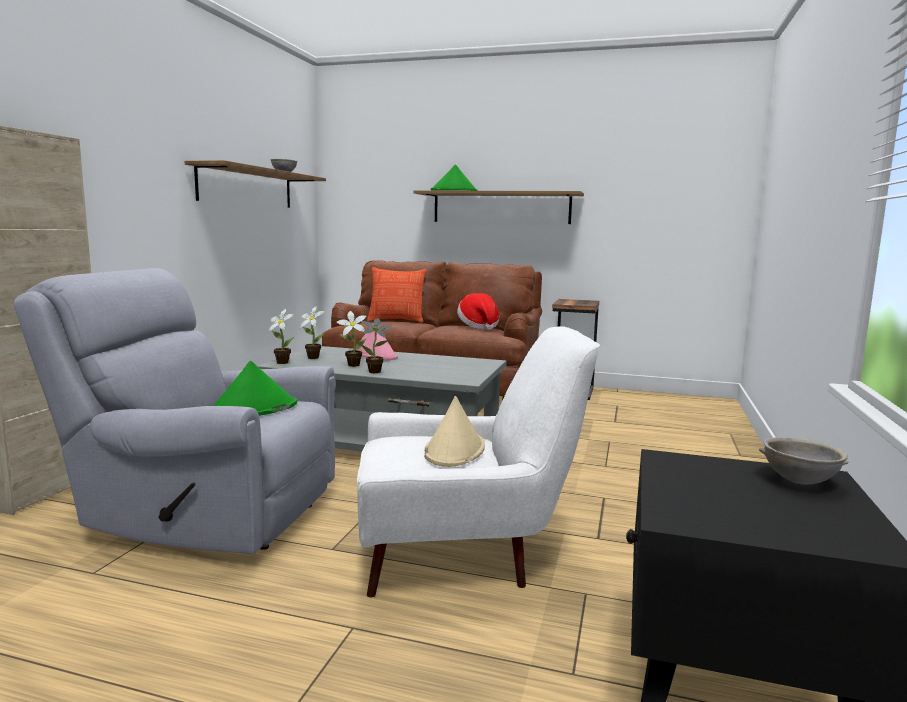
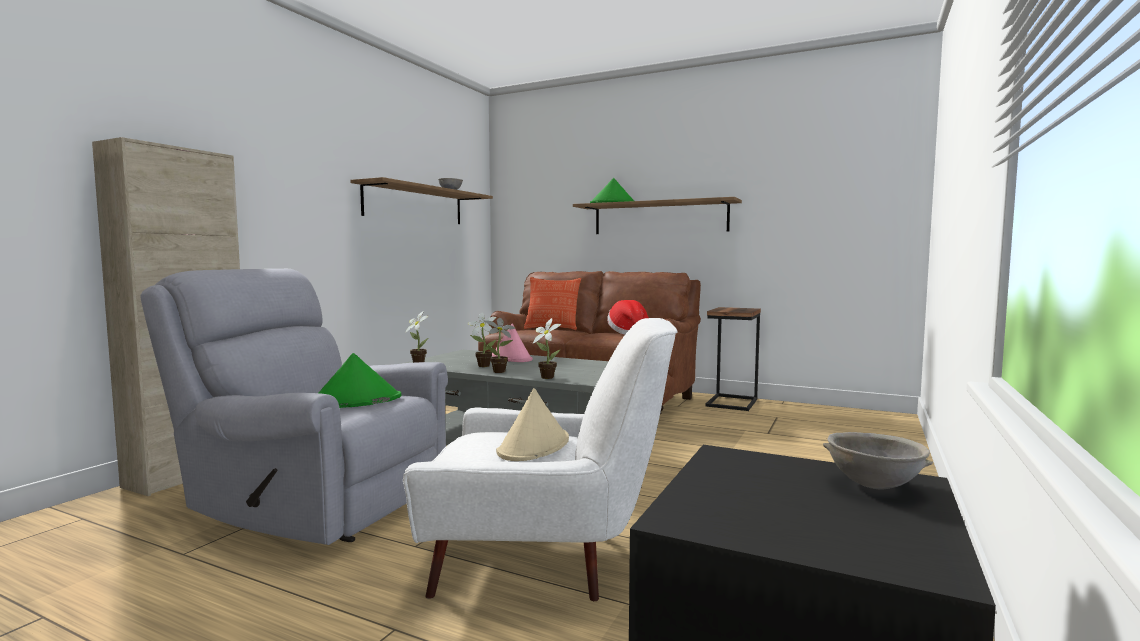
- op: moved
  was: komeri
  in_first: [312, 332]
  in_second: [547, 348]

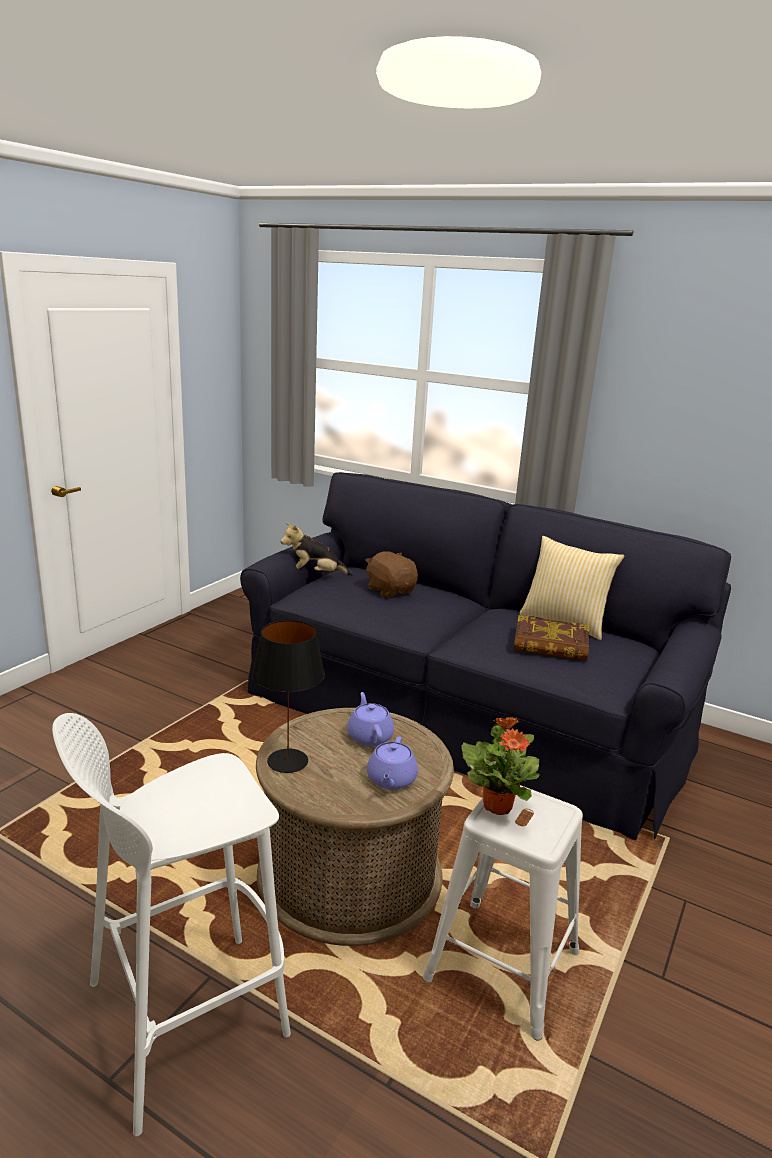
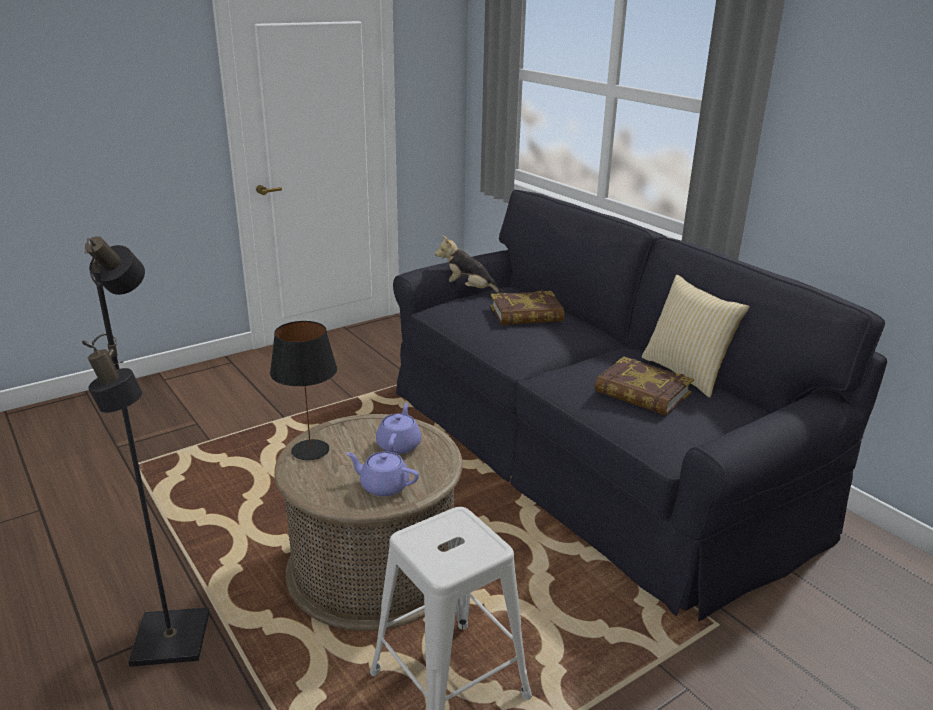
- op: removed
  was: komeri
  in_first: [500, 766]
- op: replaced
  was: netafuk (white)
  now: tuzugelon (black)
  in_first: [171, 924]
  in_second: [145, 451]
- op: replaced
  was: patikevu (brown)
  now: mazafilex
  in_first: [391, 574]
  in_second: [527, 308]
- op: turned
  was: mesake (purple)
  in_first: [392, 763]
  in_second: [382, 473]
  clockwise: 75

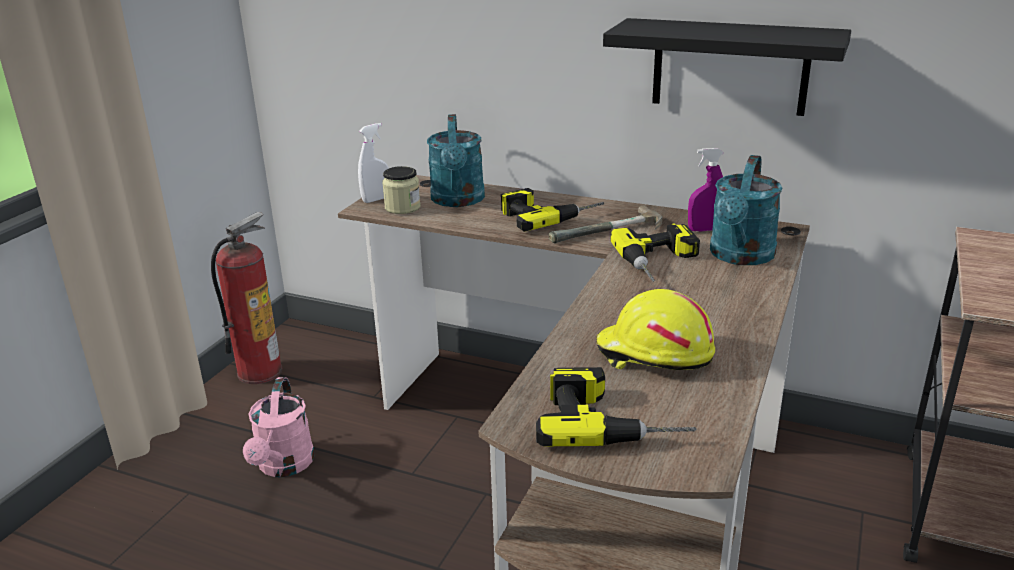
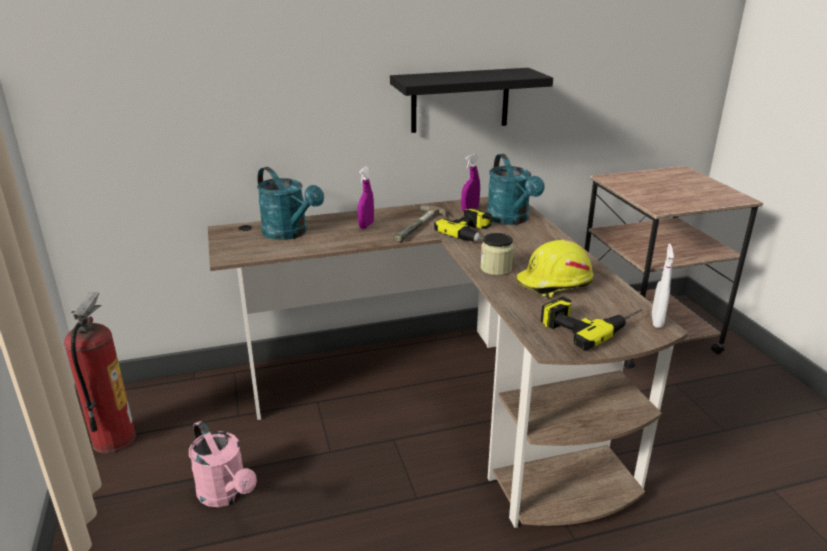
- op: moved
  was: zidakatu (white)
  in_first: [373, 163]
  in_second: [663, 286]
- op: moved
  was: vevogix
  in_first: [401, 190]
  in_second: [497, 254]
- op: replaced
  was: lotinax
  now: zidakatu (purple)
  in_first: [552, 210]
  in_second: [366, 198]

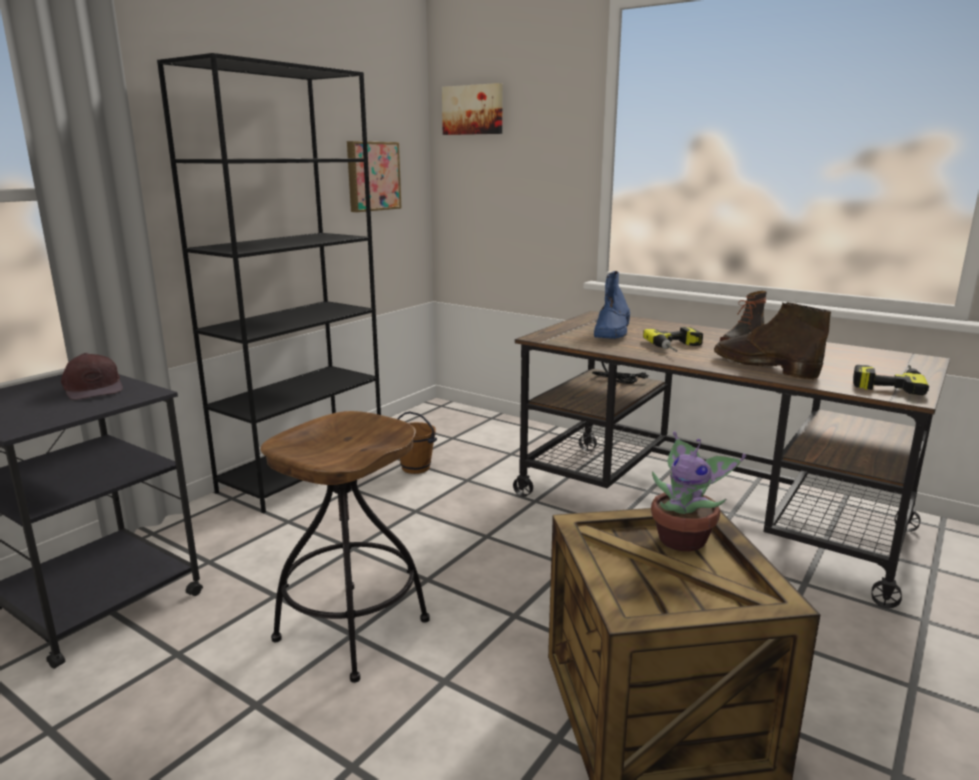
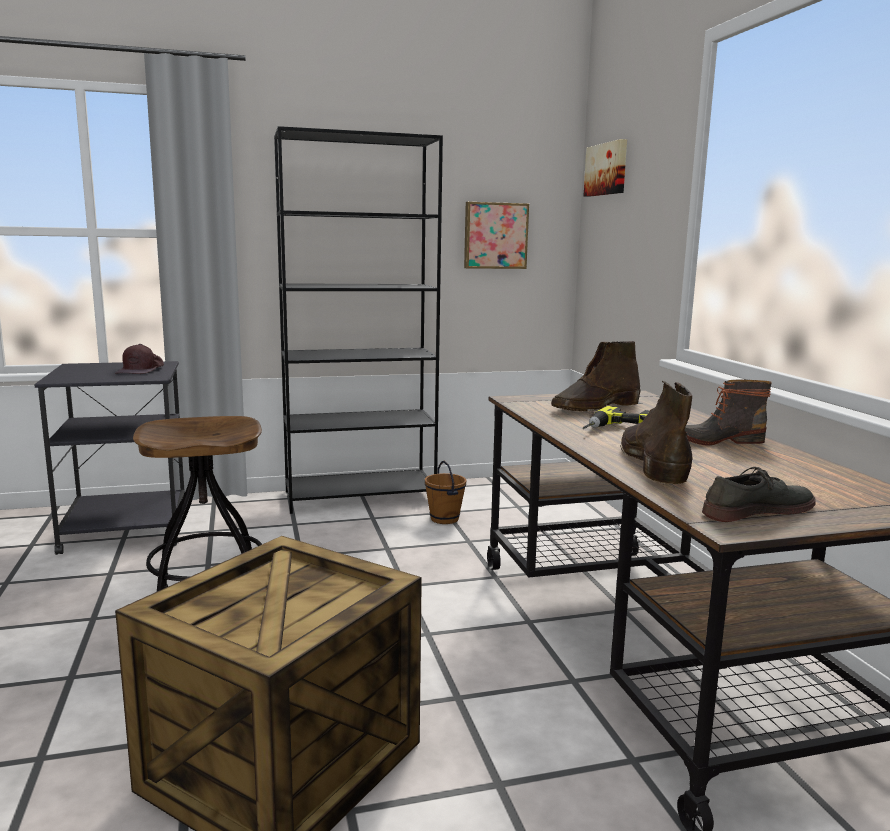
- op: removed
  was: komeri
  in_first: [698, 491]
- op: replaced
  was: lotinax
  now: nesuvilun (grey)
  in_first: [891, 380]
  in_second: [759, 494]
- op: recoloured
  was: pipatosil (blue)
  now: pipatosil (brown)
  in_first: [612, 305]
  in_second: [596, 376]

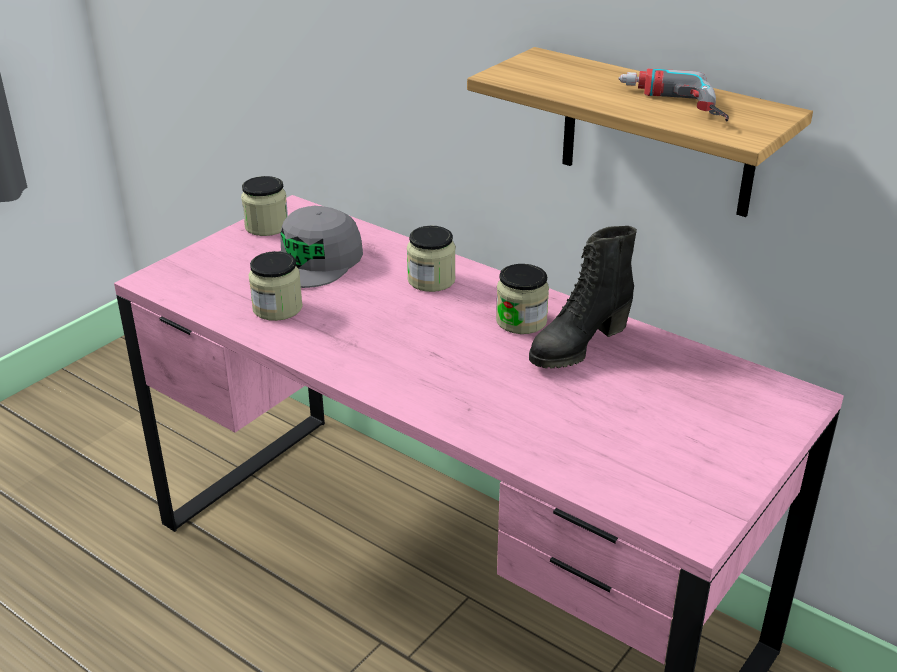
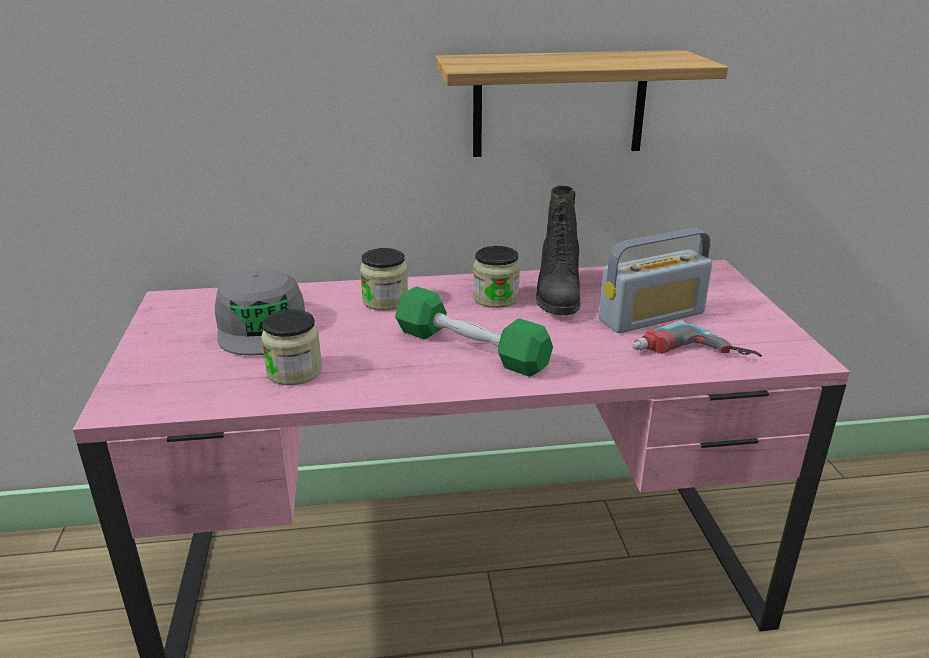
- op: removed
  was: vevogix
  in_first: [264, 206]
- op: added
  now: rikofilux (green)
  in_second: [474, 331]
- op: added
  now: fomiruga
  in_second: [655, 280]
- op: moved
  was: lotinax
  in_first: [674, 95]
  in_second: [697, 338]

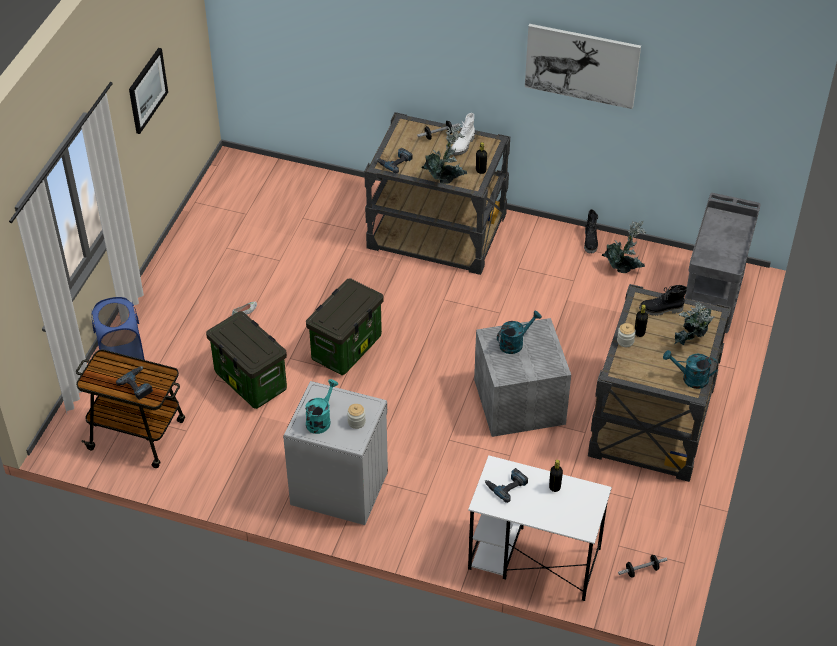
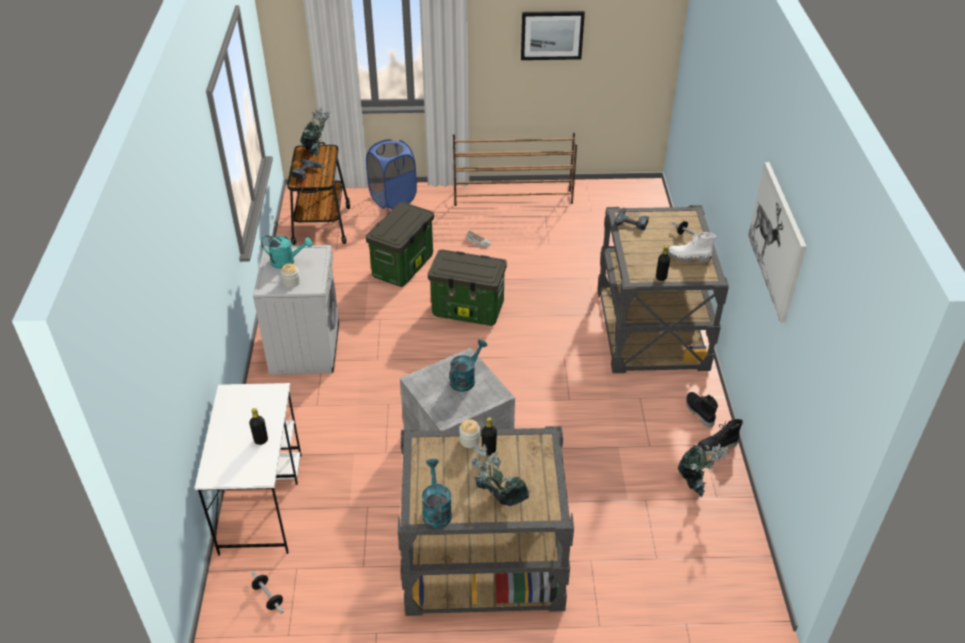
- op: removed
  was: lotinax
  in_first: [506, 485]
- op: removed
  was: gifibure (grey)
  in_first: [723, 263]
- op: added
  now: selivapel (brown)
  in_second: [515, 169]
- op: moved
  was: komeri
  in_first: [444, 154]
  in_second: [315, 132]
- op: moved
  was: pipatosil (black)
  in_first: [663, 300]
  in_second: [702, 410]
- op: turned
  was: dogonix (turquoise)
  in_first: [519, 332]
  in_second: [468, 365]
  clockwise: -90

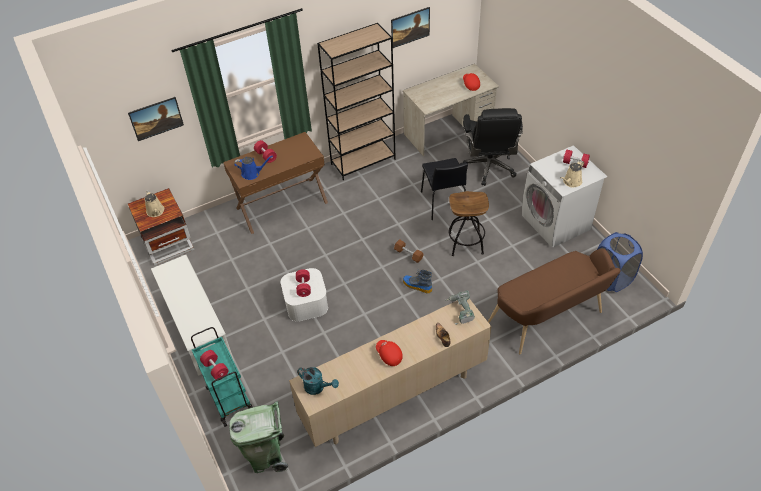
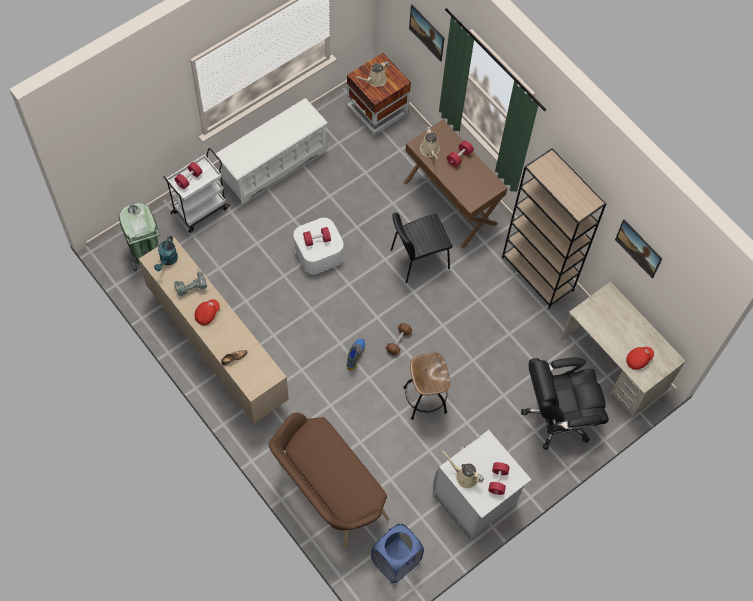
- op: moved
  was: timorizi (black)
  in_first: [444, 189]
  in_second: [421, 248]
- op: moved
  was: lotinax
  in_first: [461, 307]
  in_second: [190, 282]
- op: recoloured
  was: gifibure (turquoise)
  now: gifibure (white)
  in_first: [222, 377]
  in_second: [196, 190]
- op: recoloured
  was: dogonix (blue)
  now: dogonix (beige)
  in_first: [253, 167]
  in_second: [430, 143]

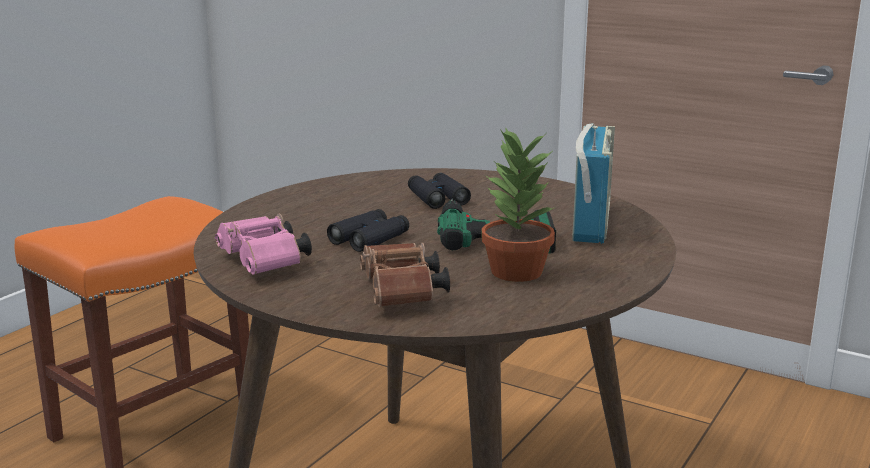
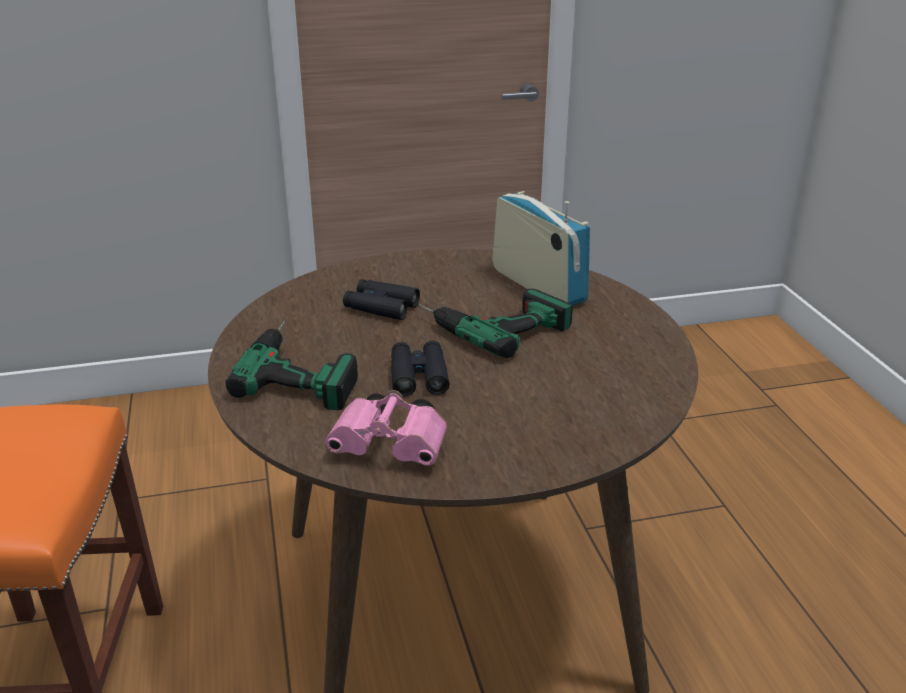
- op: removed
  was: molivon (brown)
  in_first: [405, 275]
- op: removed
  was: komeri
  in_first: [518, 204]
- op: added
  now: lotinax
  in_second: [292, 365]

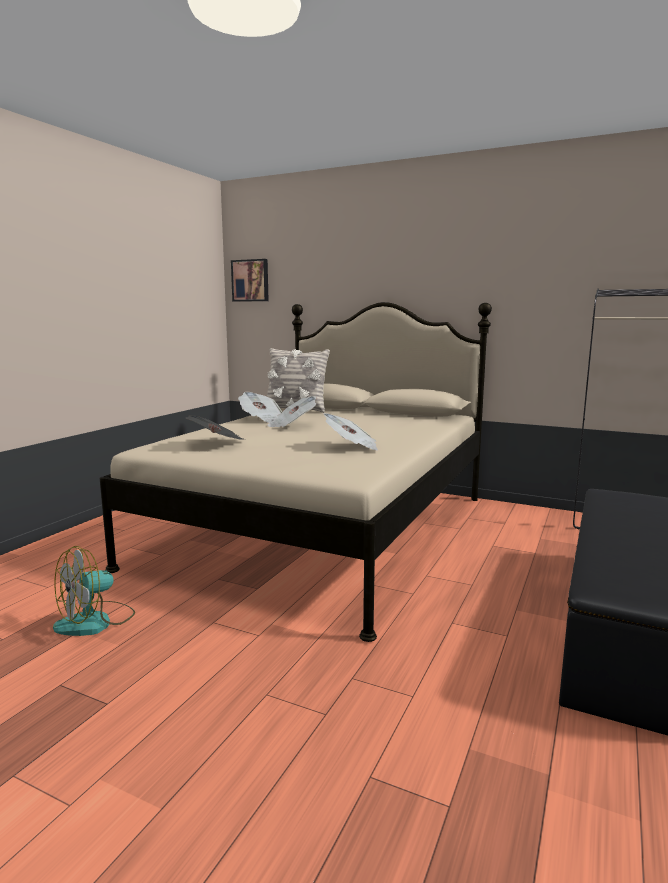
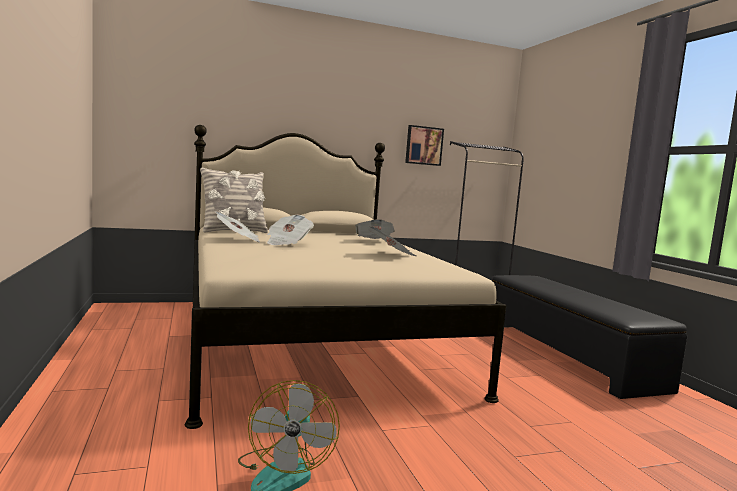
- op: moved
  was: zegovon
  in_first: [215, 427]
  in_second: [375, 229]
- op: moved
  was: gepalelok
  in_first: [250, 280]
  in_second: [424, 145]

